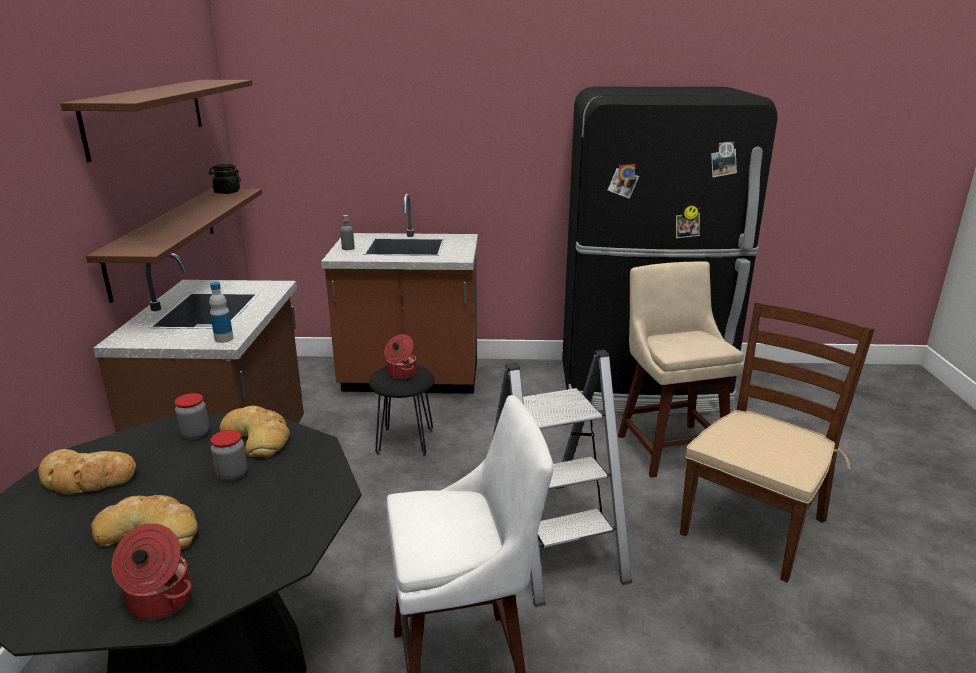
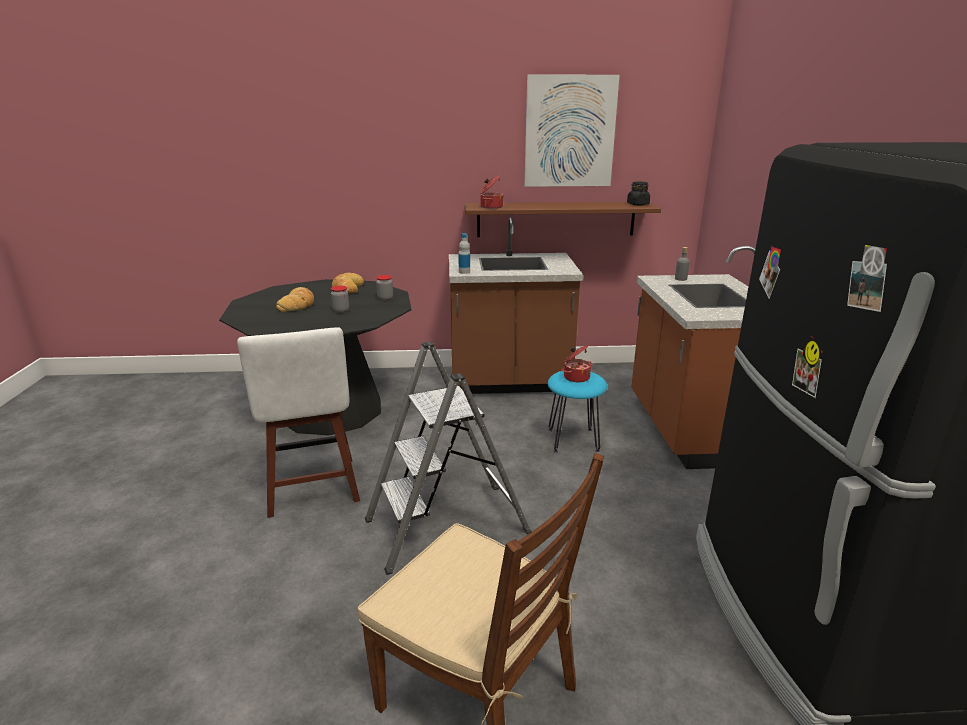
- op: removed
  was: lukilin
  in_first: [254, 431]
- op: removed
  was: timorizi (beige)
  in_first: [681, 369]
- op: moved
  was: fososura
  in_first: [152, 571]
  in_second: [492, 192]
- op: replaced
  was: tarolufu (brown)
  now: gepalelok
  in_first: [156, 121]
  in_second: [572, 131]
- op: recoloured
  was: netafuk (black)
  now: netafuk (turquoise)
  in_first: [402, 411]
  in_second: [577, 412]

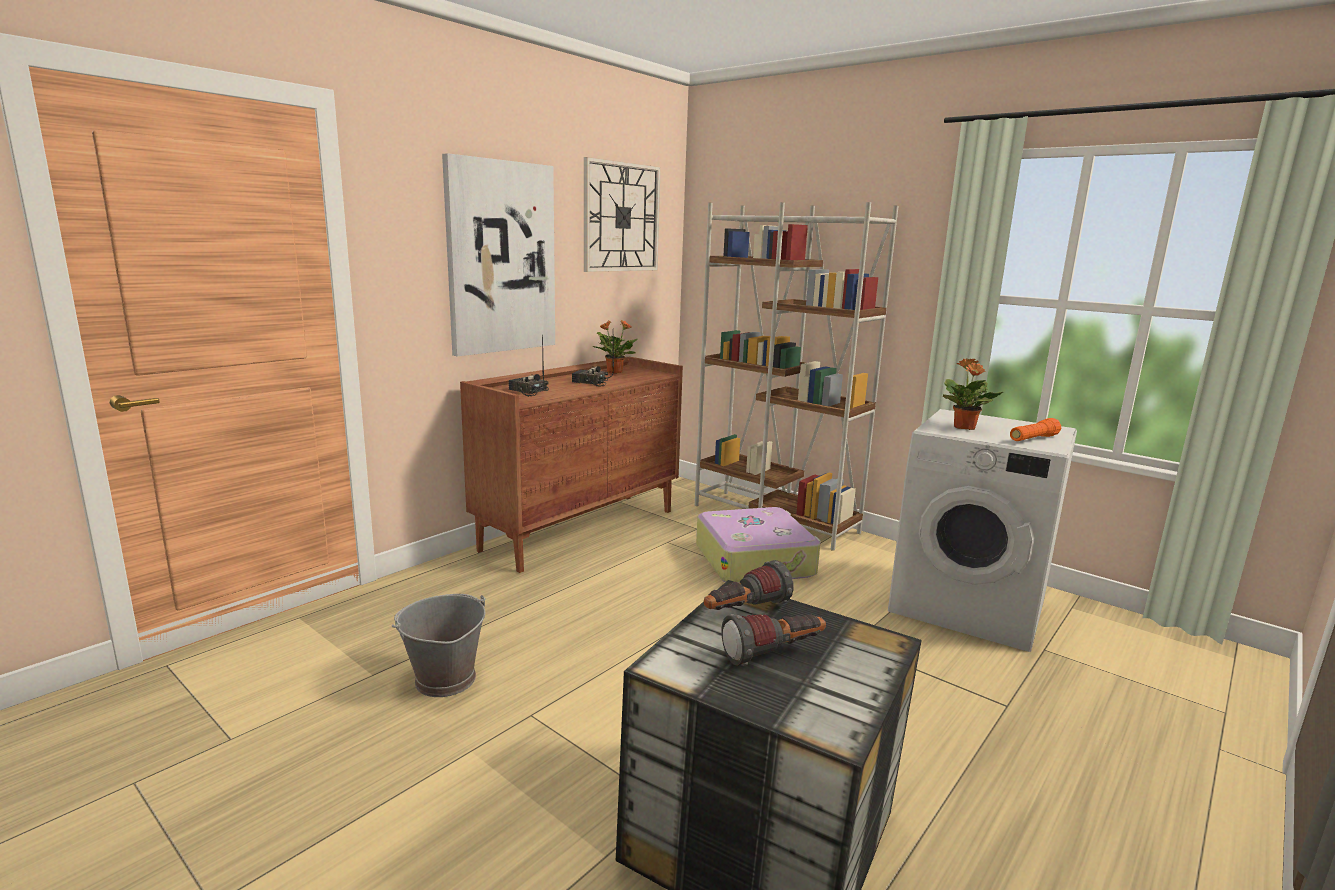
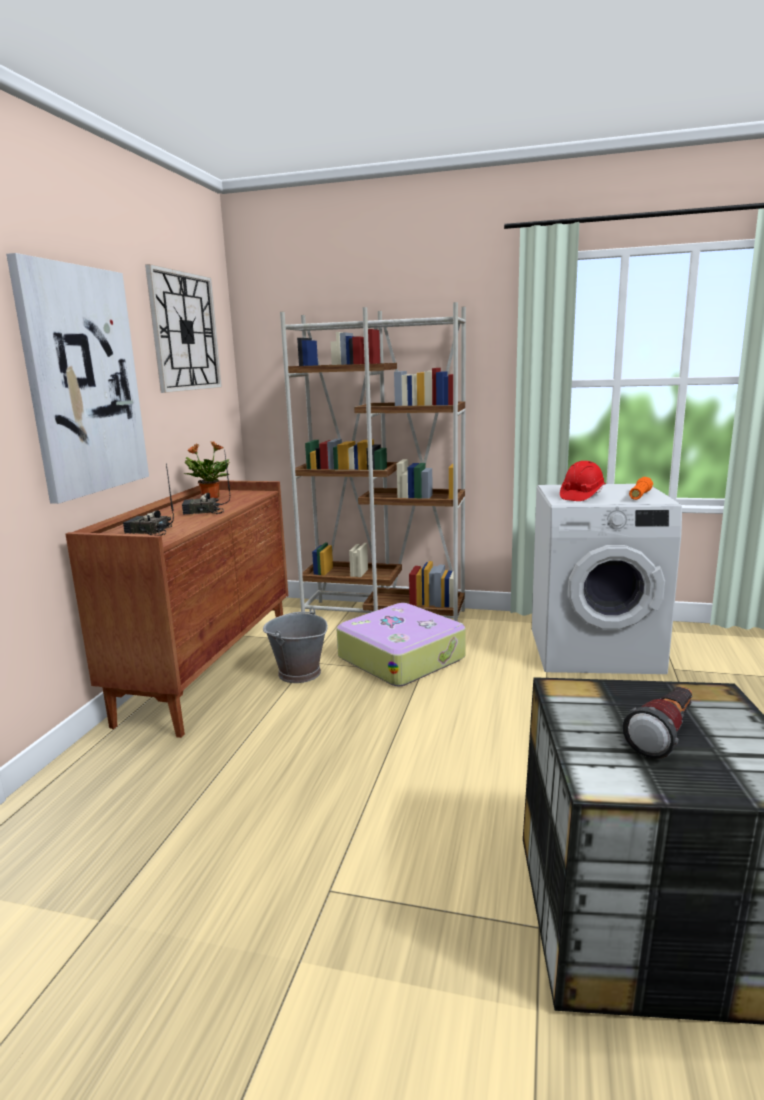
- op: removed
  was: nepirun
  in_first: [749, 585]
- op: moved
  was: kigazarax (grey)
  in_first: [439, 645]
  in_second: [295, 645]
- op: replaced
  was: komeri
  now: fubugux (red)
  in_first: [973, 394]
  in_second: [583, 481]

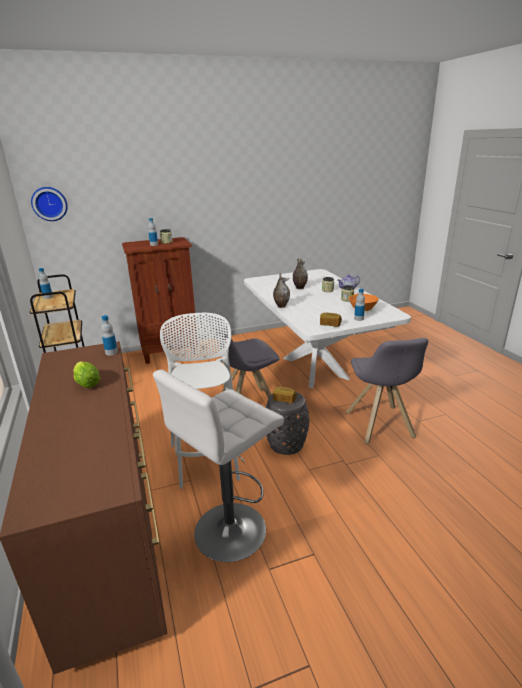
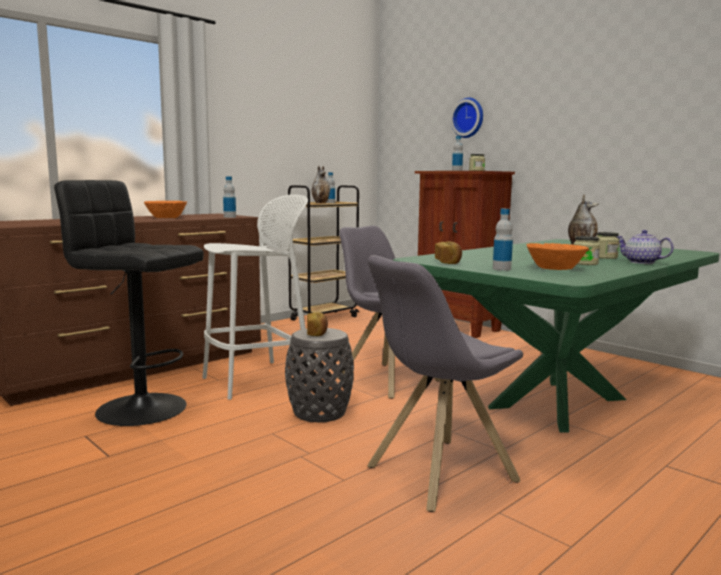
- op: moved
  was: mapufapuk
  in_first: [49, 204]
  in_second: [466, 118]
- op: moved
  was: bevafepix
  in_first: [281, 290]
  in_second: [321, 185]
- op: replaced
  was: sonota
  now: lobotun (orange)
  in_first: [87, 374]
  in_second: [165, 209]
- op: recoloured
  was: netafuk (white)
  now: netafuk (black)
  in_first: [218, 466]
  in_second: [129, 303]
- op: recoloured
  was: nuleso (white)
  now: nuleso (green)
  in_first: [327, 328]
  in_second: [556, 336]

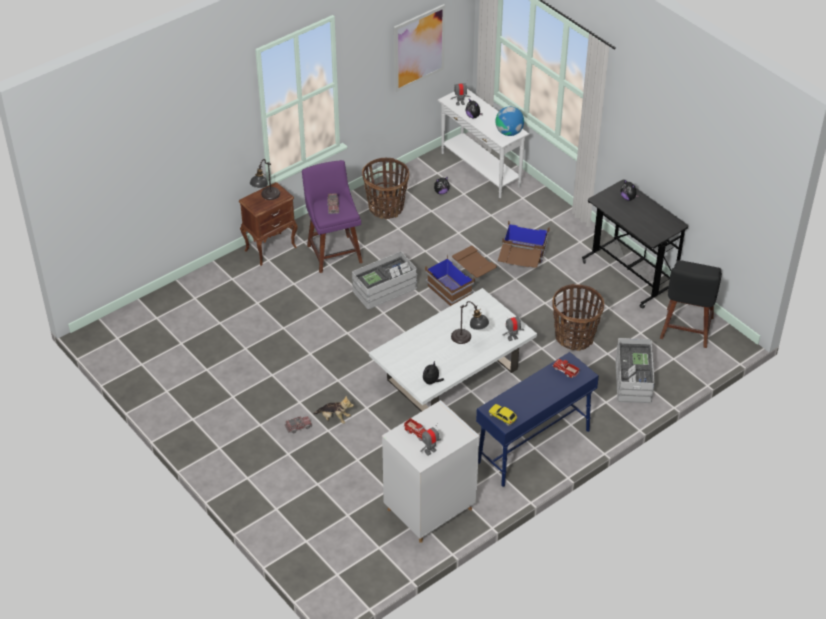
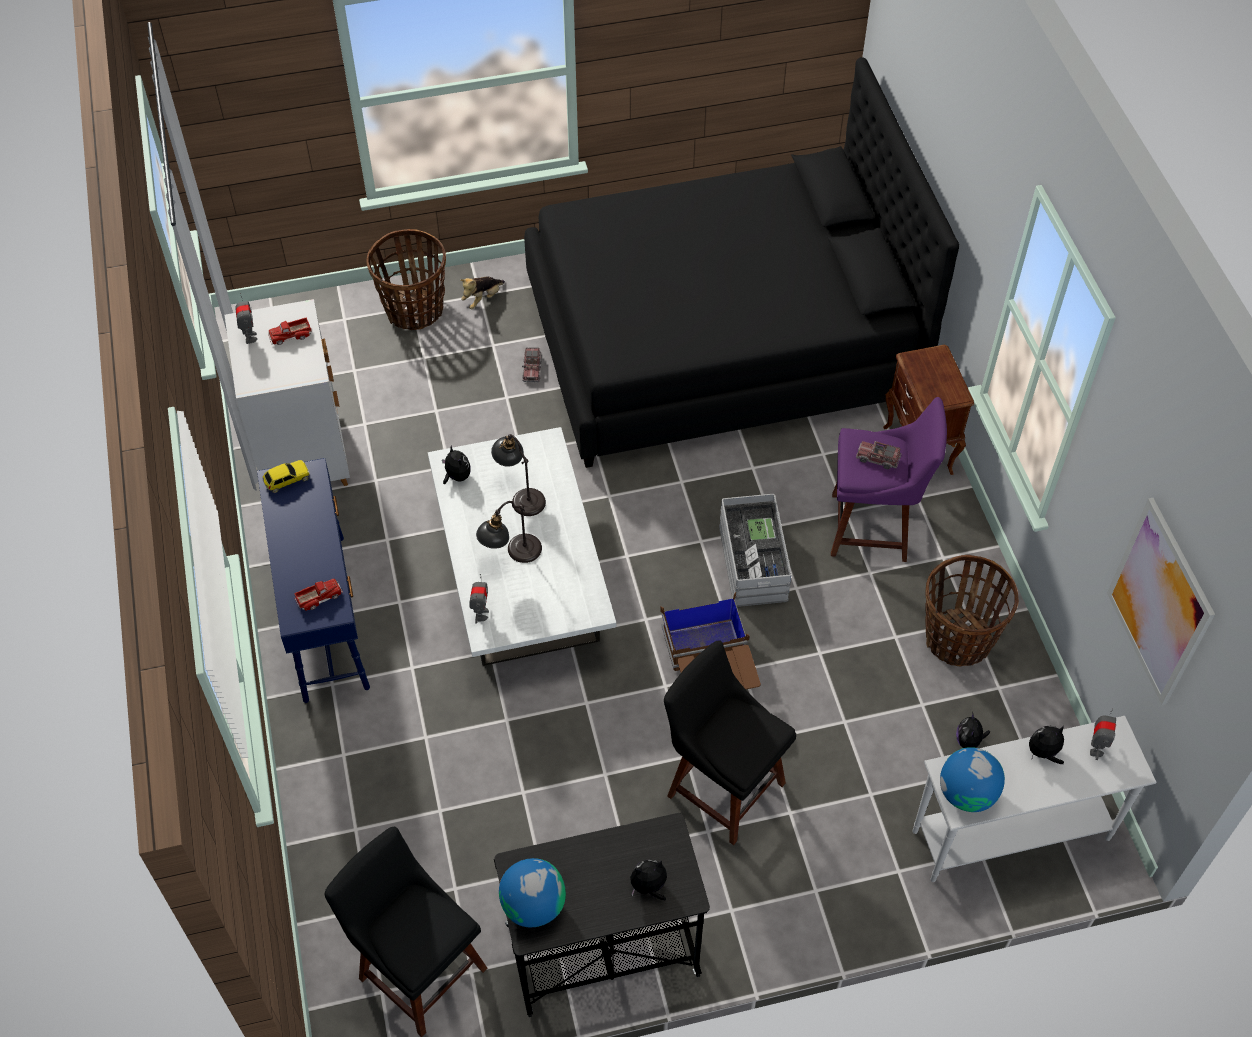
- op: removed
  was: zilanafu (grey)
  in_first: [635, 370]
- op: added
  now: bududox
  in_second: [532, 892]
- op: added
  now: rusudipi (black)
  in_second: [741, 262]
- op: moved
  was: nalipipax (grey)
  in_first: [265, 179]
  in_second: [518, 475]
- op: moved
  was: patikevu
  in_first: [333, 410]
  in_second: [482, 292]
- op: moved
  was: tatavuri
  in_first: [578, 317]
  in_second: [406, 279]
- op: replaced
  was: zilanafu (brown)
  now: netafuk (black)
  in_first: [524, 244]
  in_second: [730, 742]

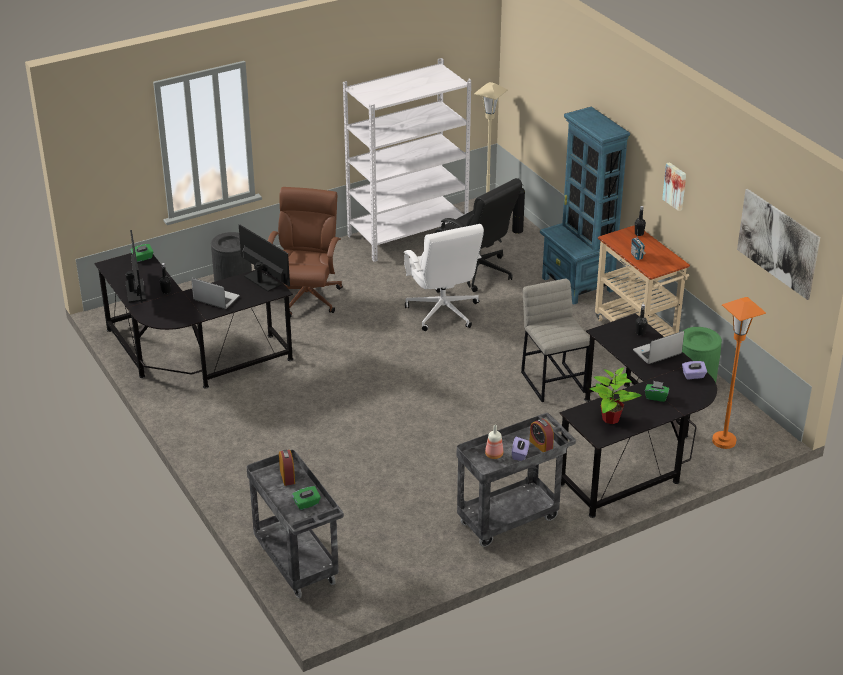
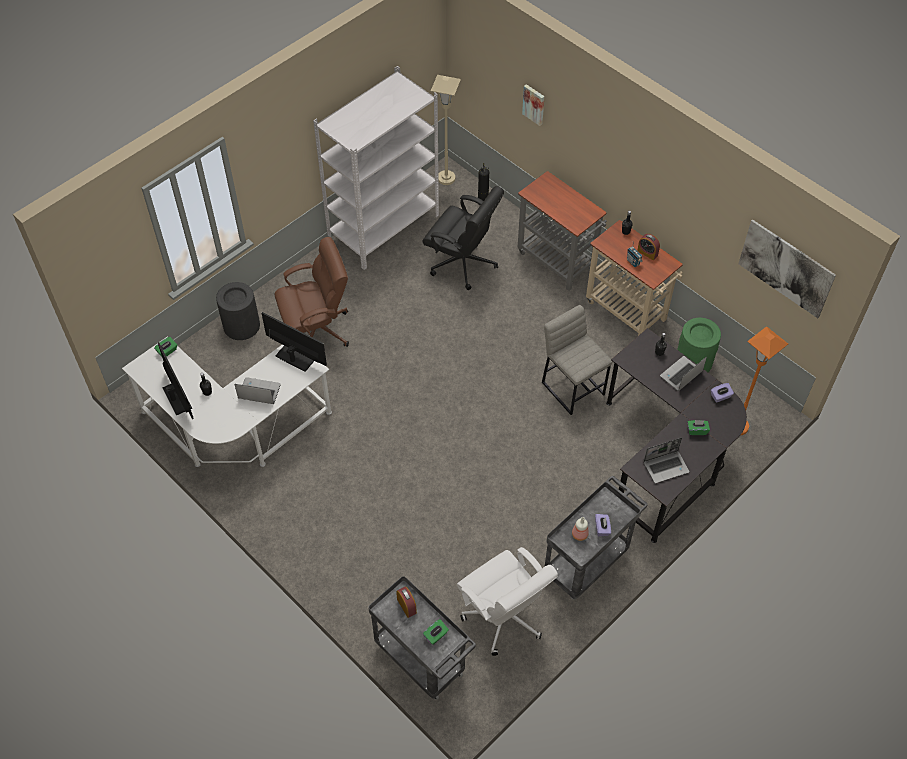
- op: moved
  was: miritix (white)
  in_first: [444, 277]
  in_second: [507, 601]
- op: moved
  was: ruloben
  in_first: [542, 435]
  in_second: [648, 247]
- op: moved
  was: gepalelok
  in_first: [674, 186]
  in_second: [533, 105]
- op: replaced
  was: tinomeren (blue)
  now: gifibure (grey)
  in_first: [585, 205]
  in_second: [562, 231]
- op: replaced
  was: komeri
  now: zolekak
  in_first: [616, 395]
  in_second: [666, 460]
- op: recoloured
  was: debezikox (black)
  now: debezikox (white)
  in_first: [193, 321]
  in_second: [227, 401]
- op: turned
  was: miritix (brown)
  in_first: [305, 252]
  in_second: [312, 292]
  clockwise: 75

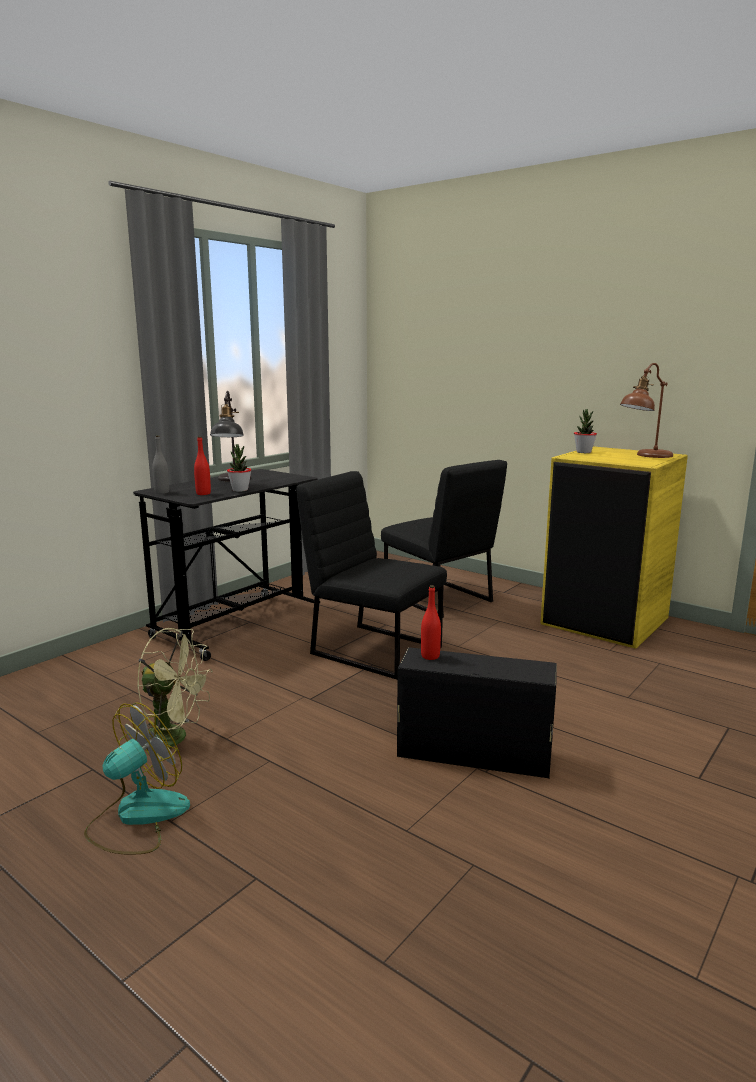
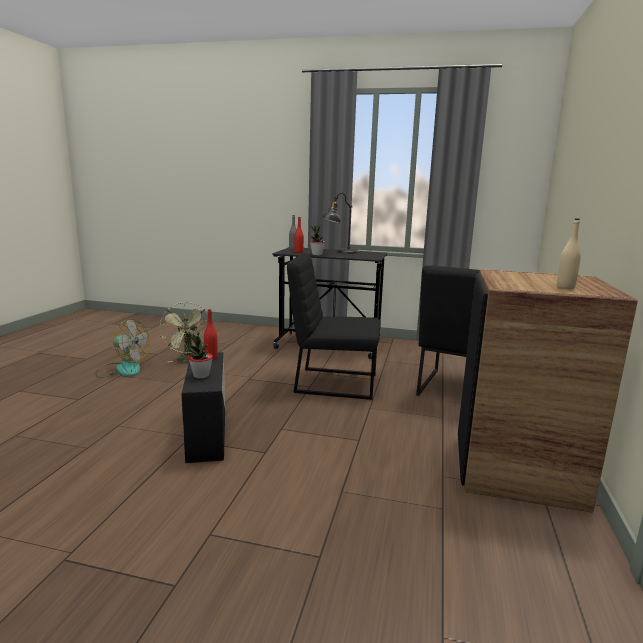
- op: moved
  was: komeri
  in_first: [585, 431]
  in_second: [200, 355]
- op: replaced
  was: nalipipax (brown)
  now: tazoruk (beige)
  in_first: [646, 410]
  in_second: [569, 253]
- op: recoloured
  was: tinomeren (yellow)
  now: tinomeren (brown)
  in_first: [614, 547]
  in_second: [548, 390]
- op: turned
  was: timorizi (black)
  in_first: [371, 575]
  in_second: [334, 326]
  clockwise: -90

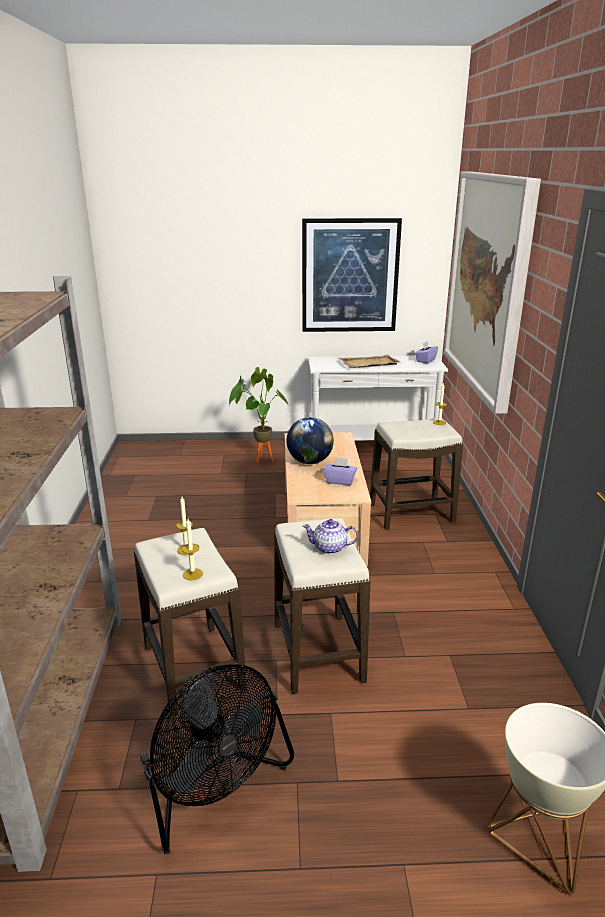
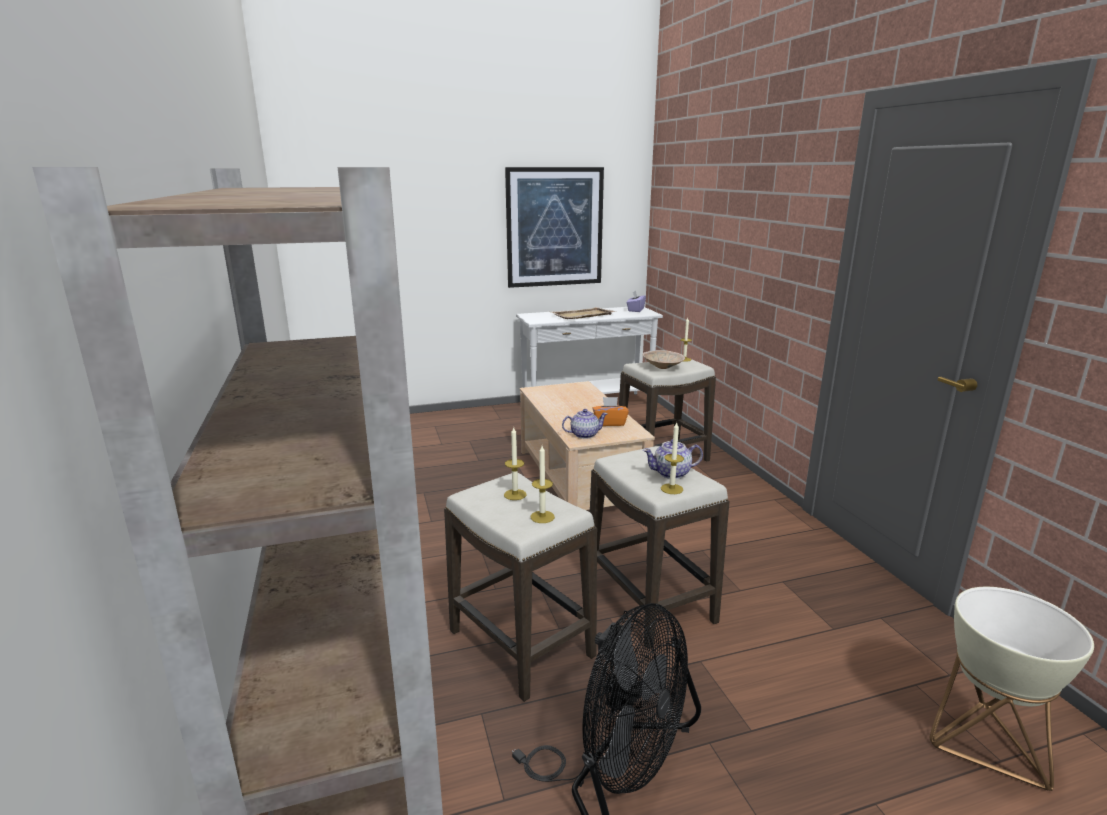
- op: removed
  was: komeri
  in_first: [258, 415]
- op: removed
  was: bududox
  in_first: [310, 440]
- op: removed
  was: gepalelok
  in_first: [492, 293]
- op: added
  now: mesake
  in_second: [585, 424]
- op: added
  now: lobotun (beige)
  in_second: [664, 359]
- op: added
  now: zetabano
  in_second: [672, 458]
- op: recoloured
  was: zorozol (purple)
  now: zorozol (orange)
  in_first: [340, 471]
  in_second: [610, 411]

